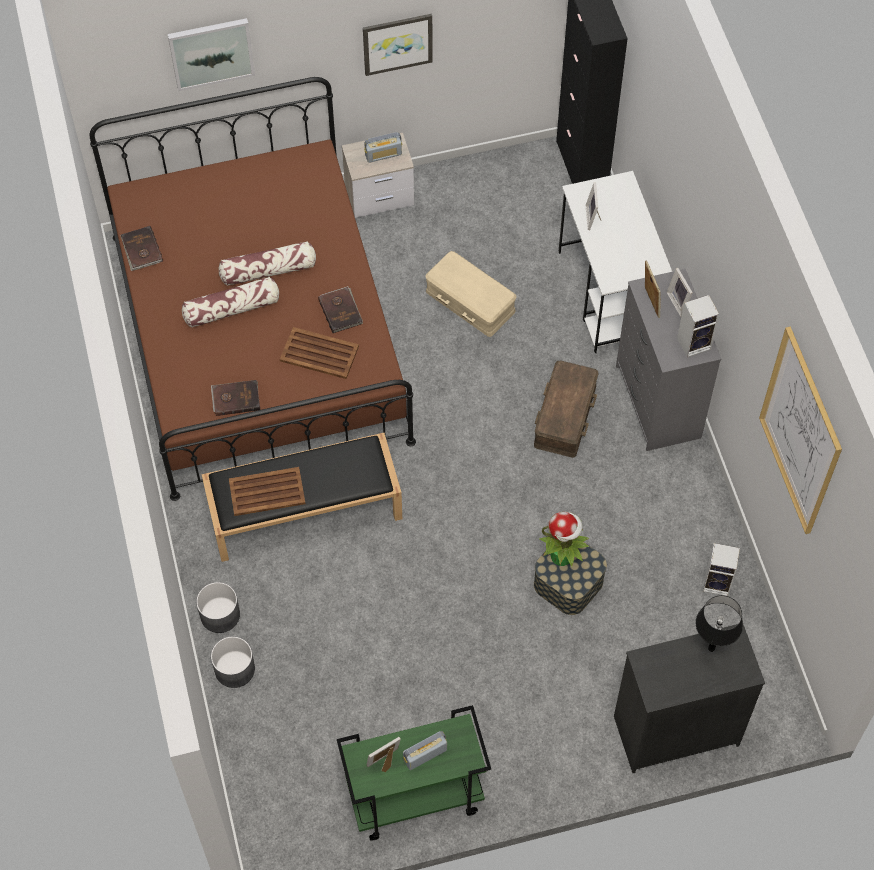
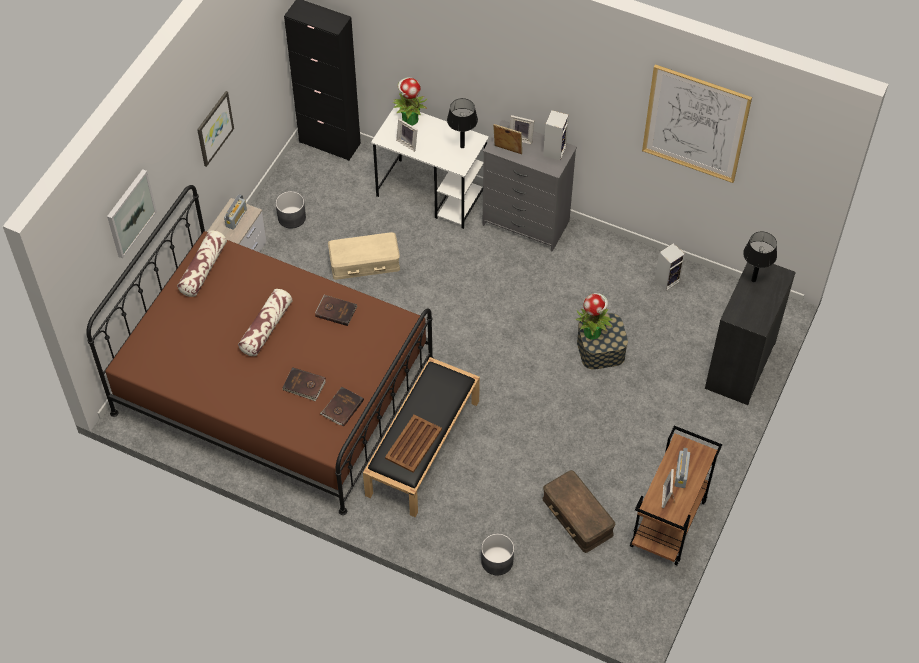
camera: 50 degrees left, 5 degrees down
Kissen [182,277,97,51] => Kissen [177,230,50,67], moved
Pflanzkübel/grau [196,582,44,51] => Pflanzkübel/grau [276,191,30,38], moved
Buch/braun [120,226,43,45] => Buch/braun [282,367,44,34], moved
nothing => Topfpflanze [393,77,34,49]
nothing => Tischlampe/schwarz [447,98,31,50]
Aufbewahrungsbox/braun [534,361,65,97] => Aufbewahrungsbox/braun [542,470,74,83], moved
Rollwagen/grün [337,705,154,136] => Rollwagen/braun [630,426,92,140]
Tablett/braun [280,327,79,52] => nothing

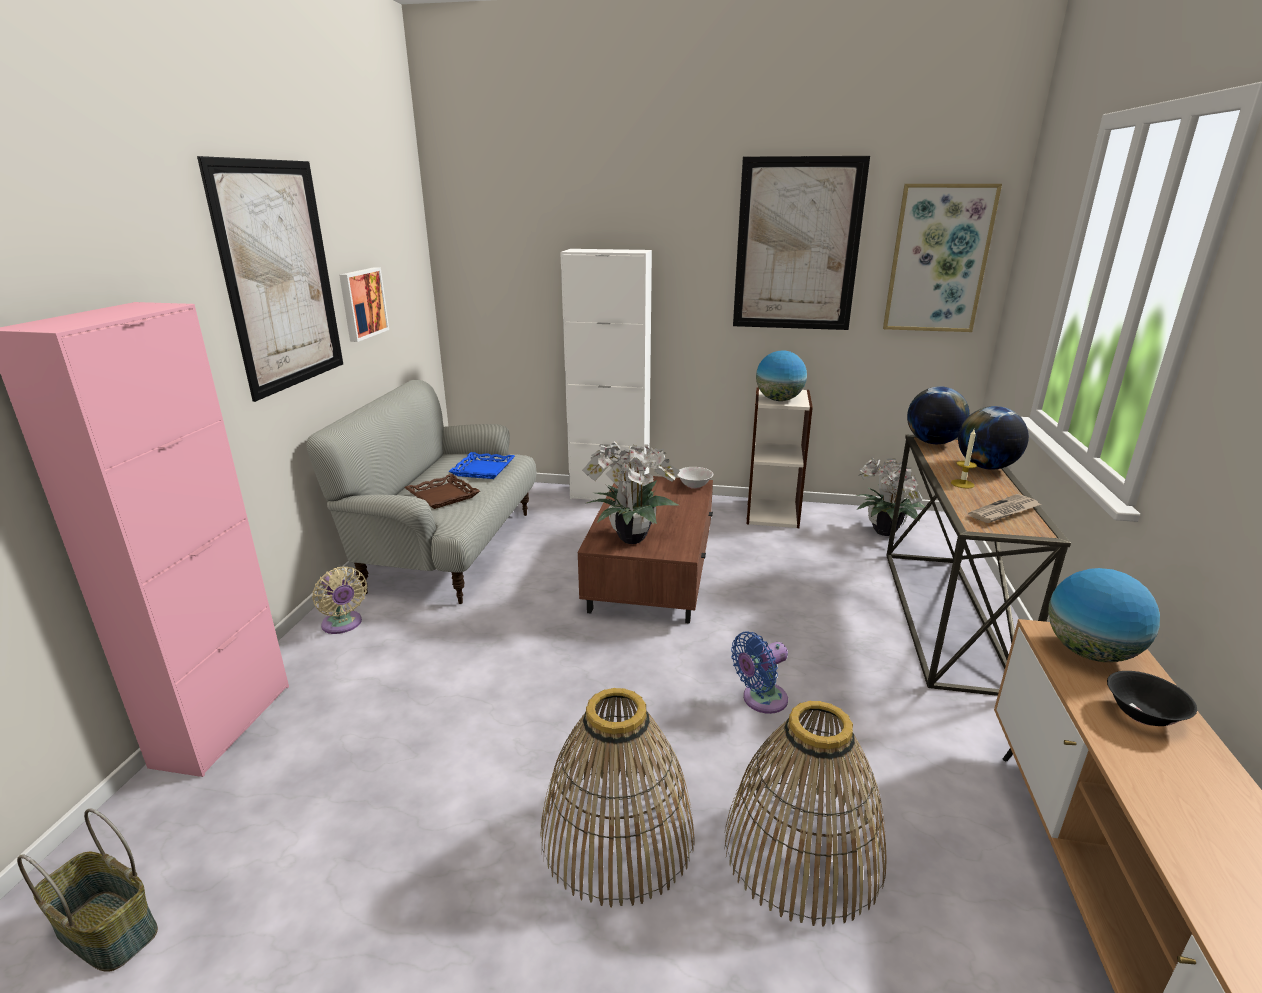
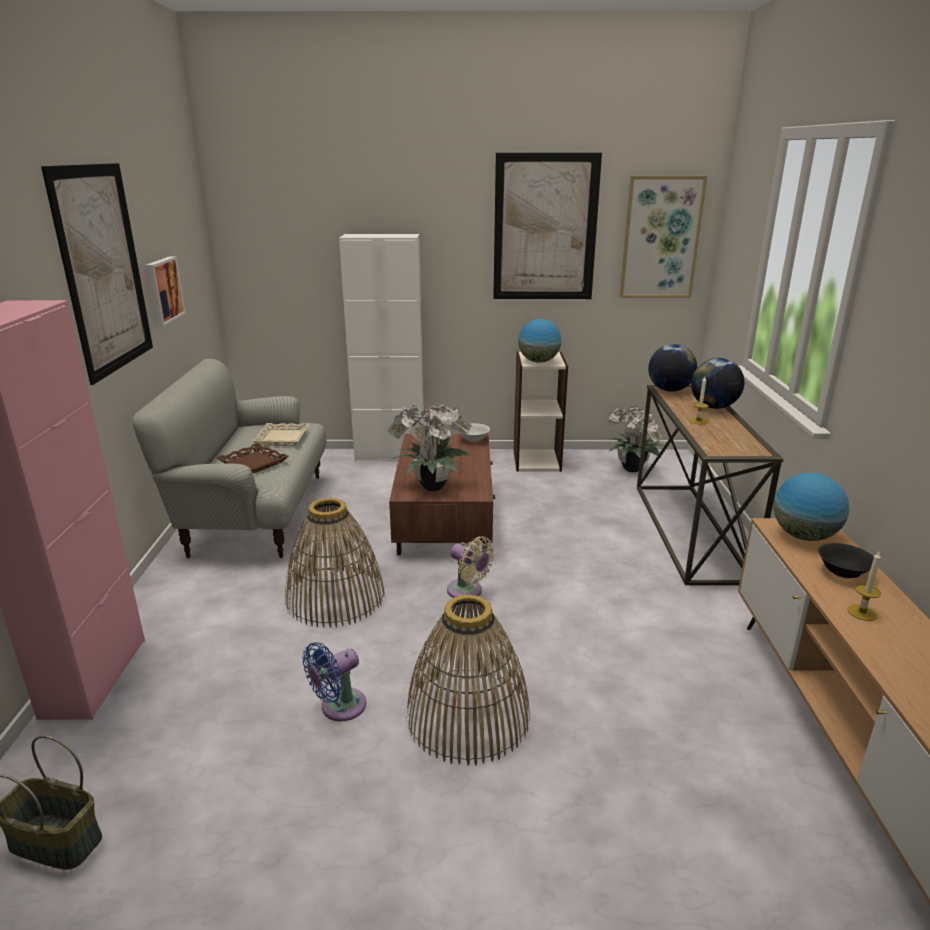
camera: 10 degrees left, 0 degrees up
Tablett/blau [448,452,67,27] => Tablett/beige [253,423,56,23]
Korb [724,701,163,226] => Korb [285,498,100,130], moved
Ventilator/blau [731,632,57,82] => Ventilator/blau [302,642,64,79], moved
Ventilator/beige [312,566,55,68] => Ventilator/beige [447,537,48,61], moved
nothing => Kerze [847,552,34,69]
Zeitung [968,494,74,29] => nothing

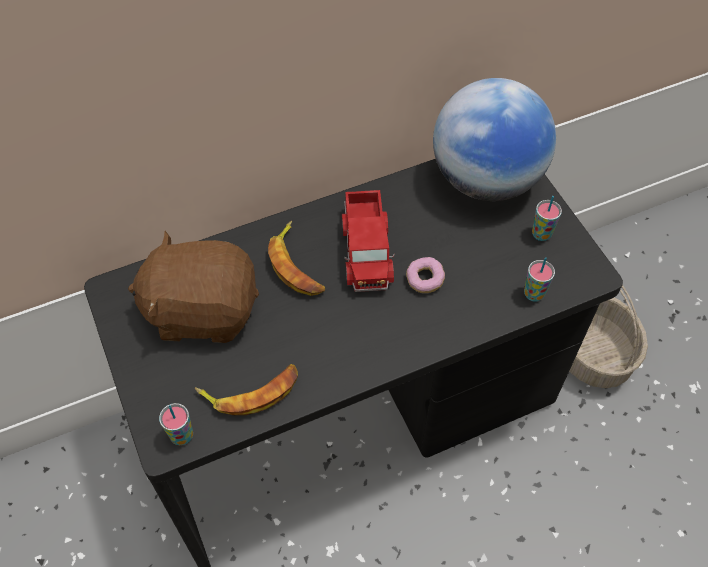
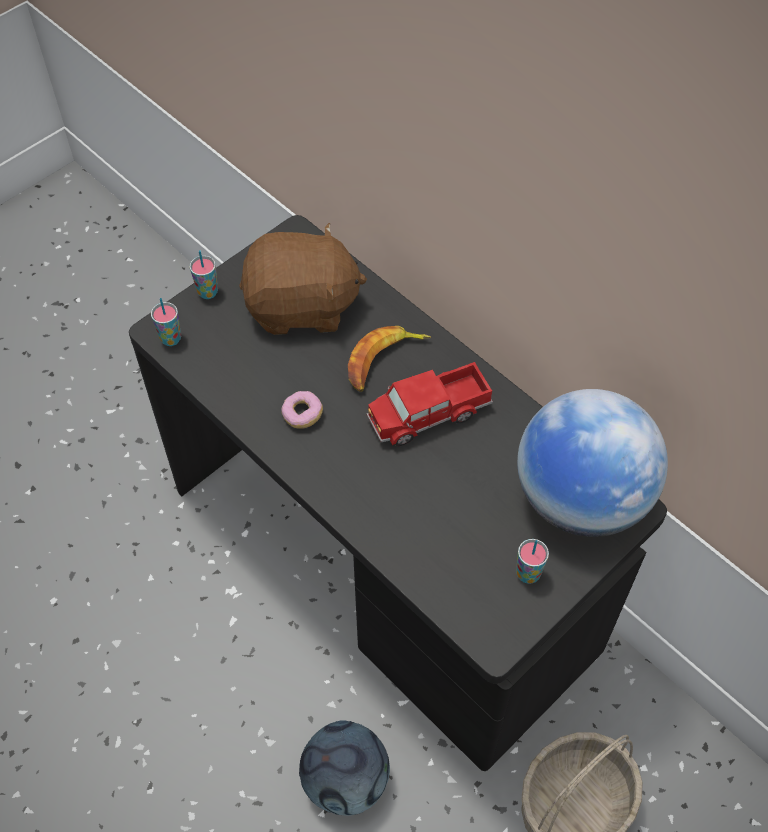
camera: 70 degrees right, 0 degrees up
Tasse [524,257,31,45] => Tasse [190,250,28,49], moved
Plüschtier/braun [128,231,131,112] => Plüschtier/braun [239,223,128,112], 105 degrees clockwise
Donut [406,257,39,36] => Donut [281,391,42,38], moved
nothing => Fußball [299,720,91,96]
Banane [195,364,103,52] => nothing

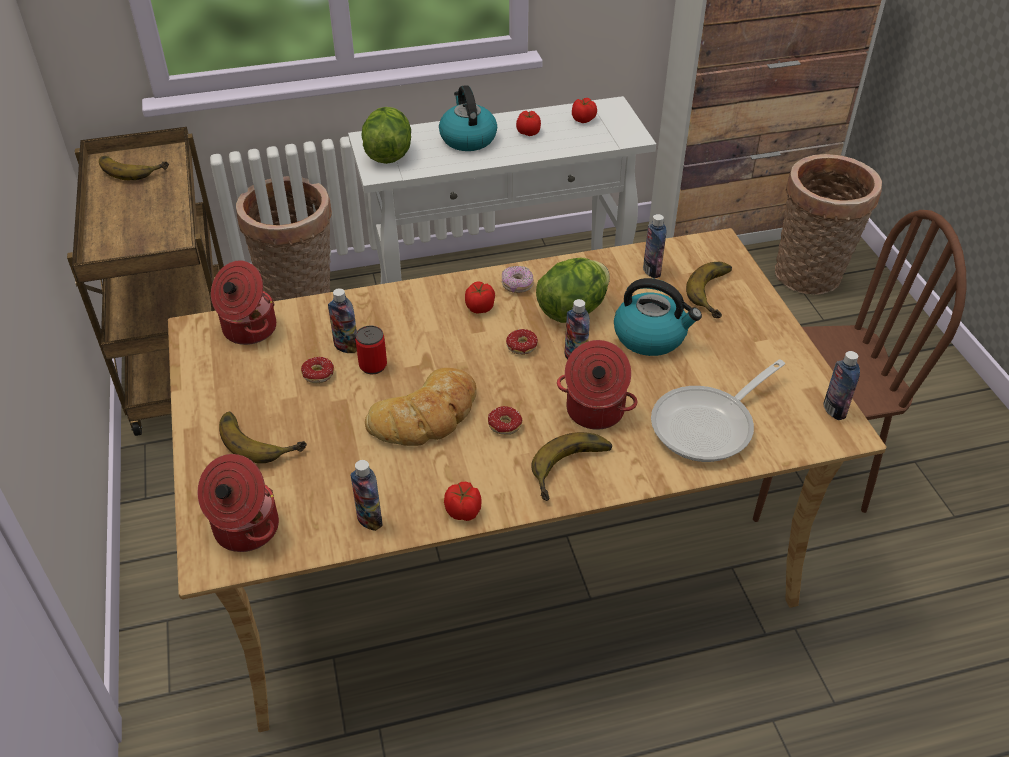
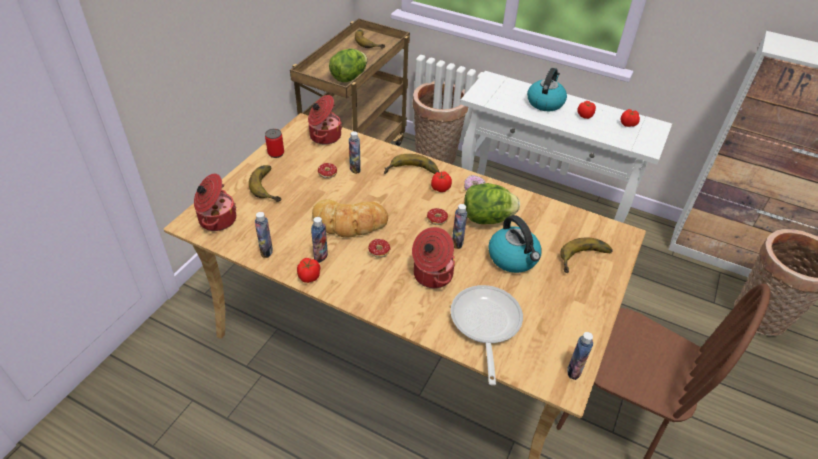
camera: 40 degrees right, 0 degrees up
Dose [355,326,32,48] => Dose [265,129,19,29], moved
Flasche [643,214,24,64] => Flasche [311,217,17,46], moved
Salatkopf [361,107,50,57] => Salatkopf [329,48,38,34], moved
Banane [531,432,81,69] => Banane [384,154,55,20], moved
Pfanne [651,359,134,103] => Pfanne [451,285,72,100], 90 degrees clockwise

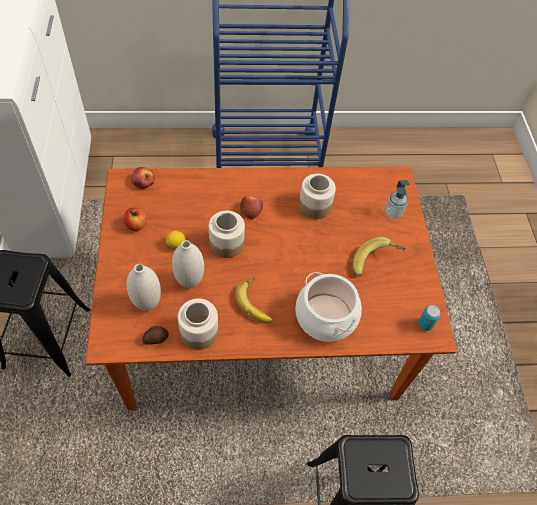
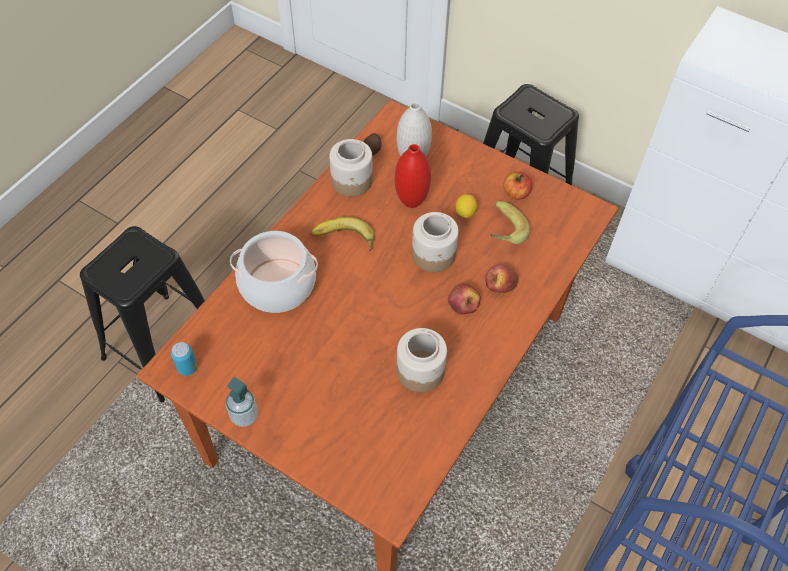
camera: 130 degrees right, 0 degrees up
Seifenspender [385,180,25,39] => Seifenspender [226,377,32,50], moved
Vase/weiß [172,240,32,48] => Vase/rot [395,144,36,64]
Apfel [131,167,24,22] => Apfel [485,265,33,28], moved
Banane [353,237,53,40] => Banane [489,201,41,43], moved

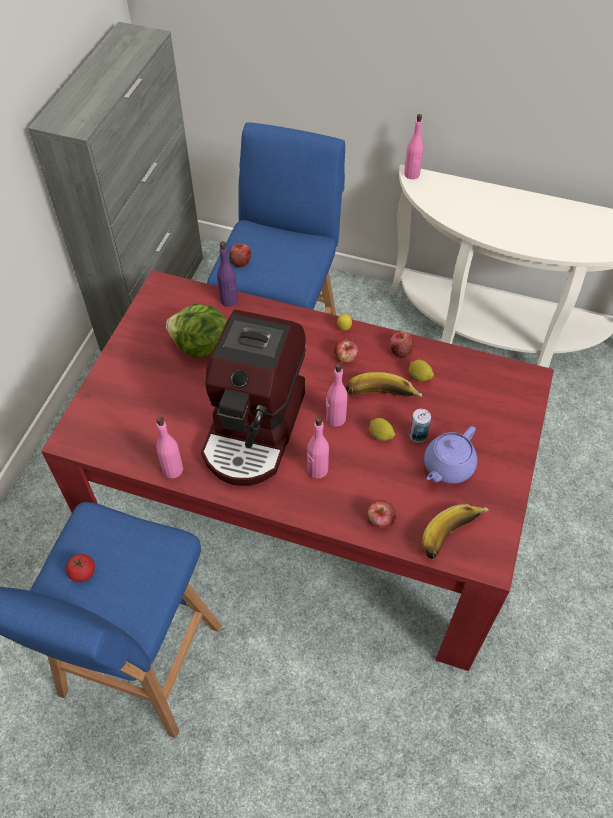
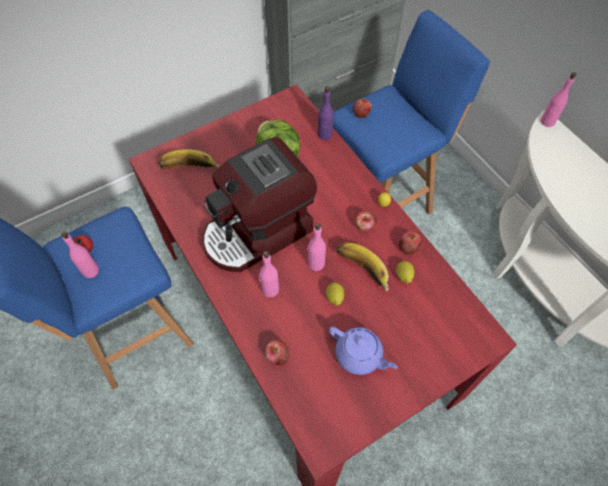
camera: 40 degrees right, 5 degrees up
Flasche/rosa [156,417,27,62] => Flasche/rosa [61,231,38,47], moved
Banane [422,504,67,55] => Banane [159,149,60,20], moved
Teekanne/lila [424,426,53,58] => Teekanne/lila [329,327,69,48], 135 degrees counterclockwise
Dose [409,409,22,34] => nothing

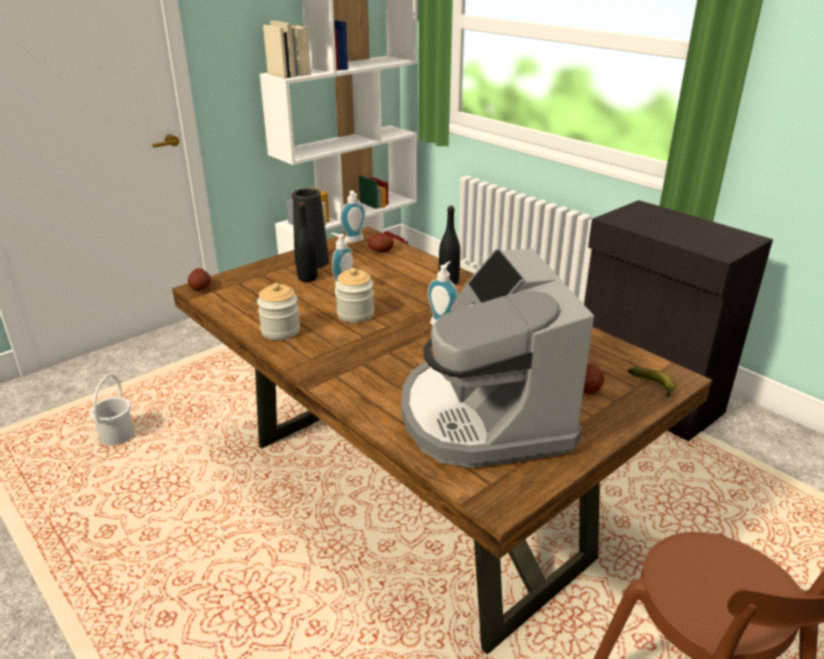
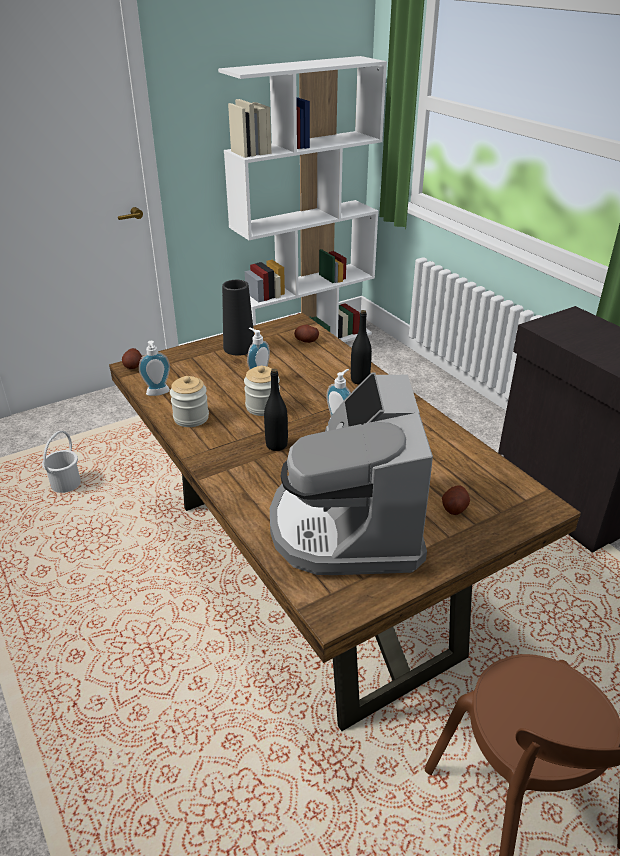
camera: 10 degrees right, 5 degrees up
Seifenspender [340,191,25,52] => Seifenspender [139,341,31,55], moved
Flasche/schwarz [295,202,22,80] => Flasche/schwarz [264,369,24,82], moved
Banane [628,367,48,30] => nothing

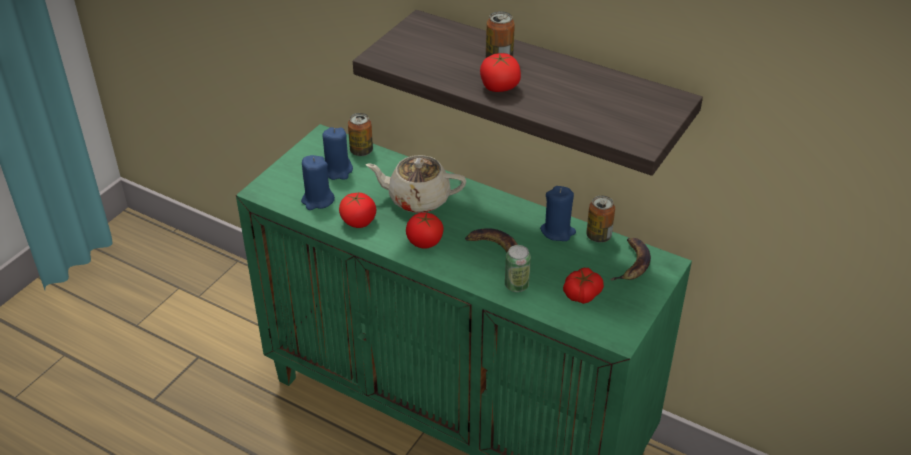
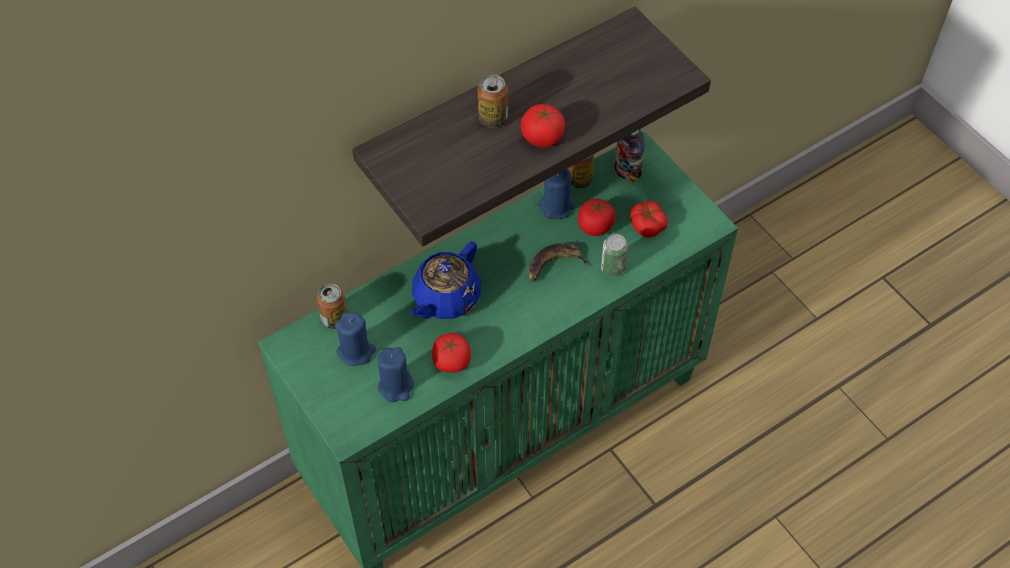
camera: 65 degrees left, 15 degrees up
Teekanne/beige [365,155,101,58] => Teekanne/blau [410,241,71,78]
Tomate [406,212,38,37] => Tomate [578,199,38,37], moved
Banane [610,238,41,43] => Flasche [615,129,30,53]

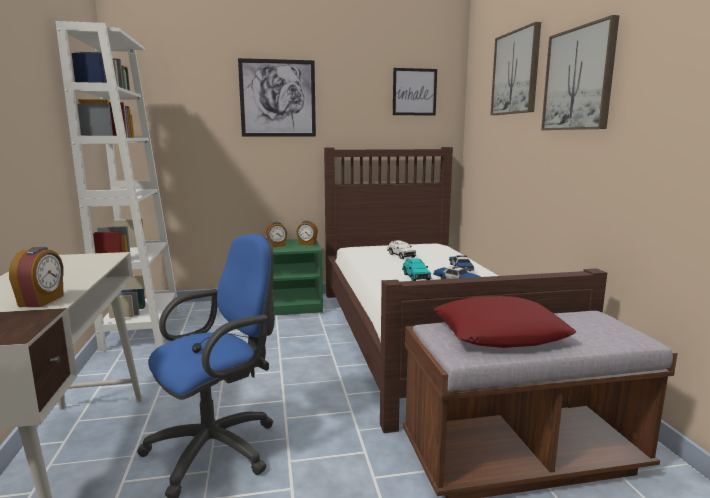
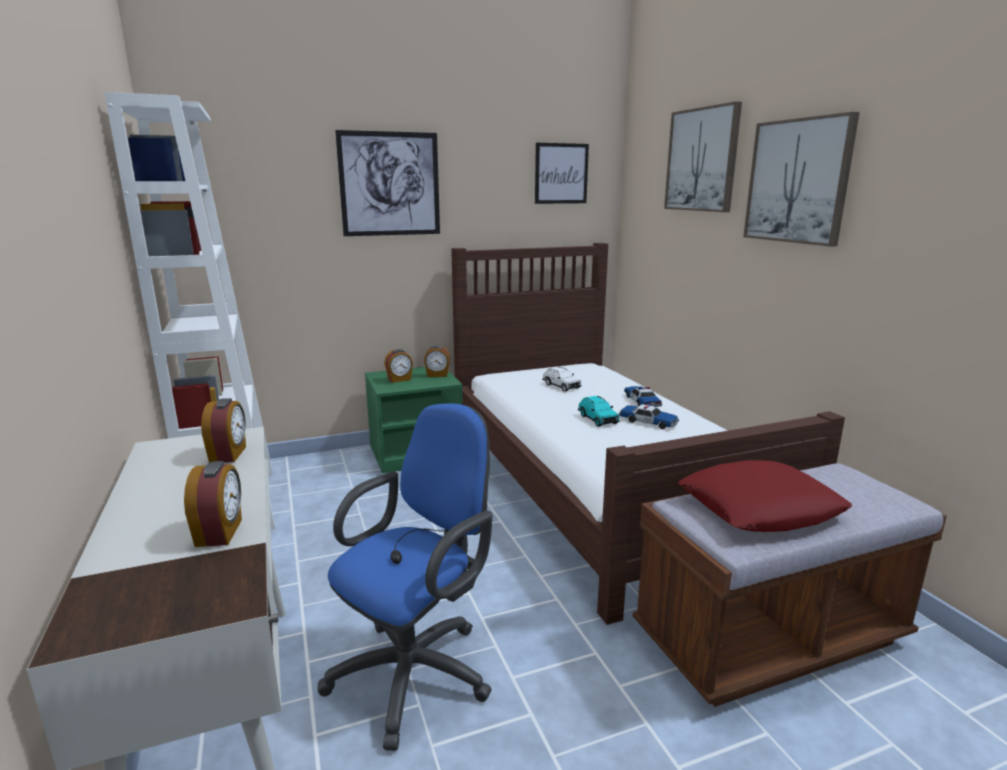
camera: 10 degrees left, 5 degrees up
nothing => Wecker [201,398,45,65]

